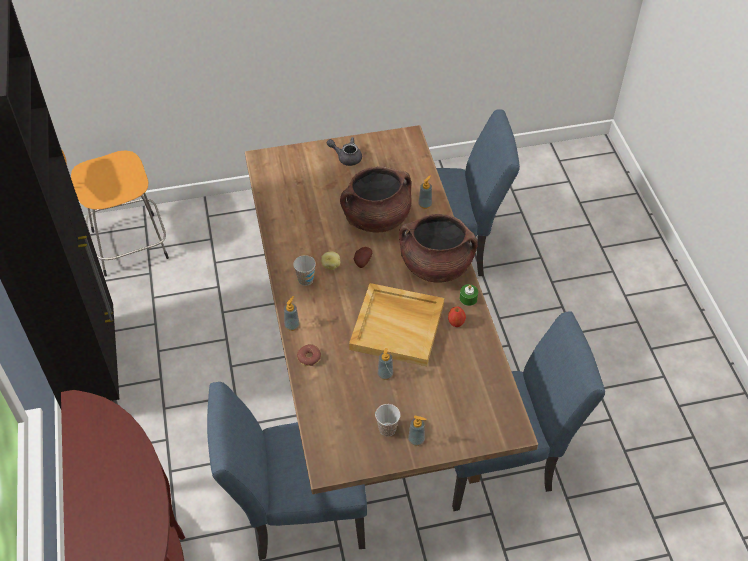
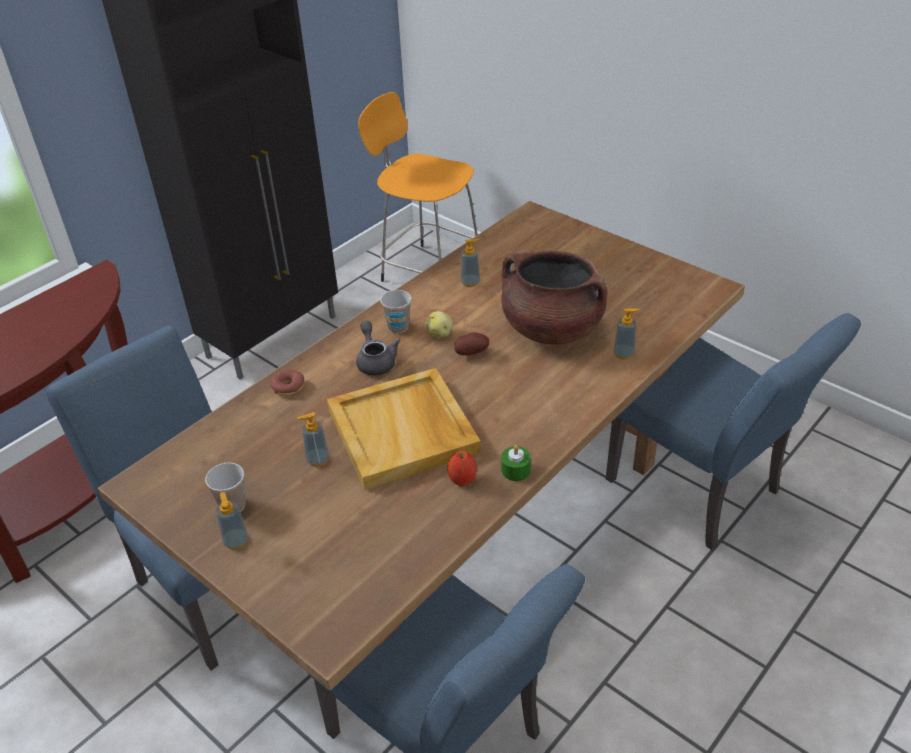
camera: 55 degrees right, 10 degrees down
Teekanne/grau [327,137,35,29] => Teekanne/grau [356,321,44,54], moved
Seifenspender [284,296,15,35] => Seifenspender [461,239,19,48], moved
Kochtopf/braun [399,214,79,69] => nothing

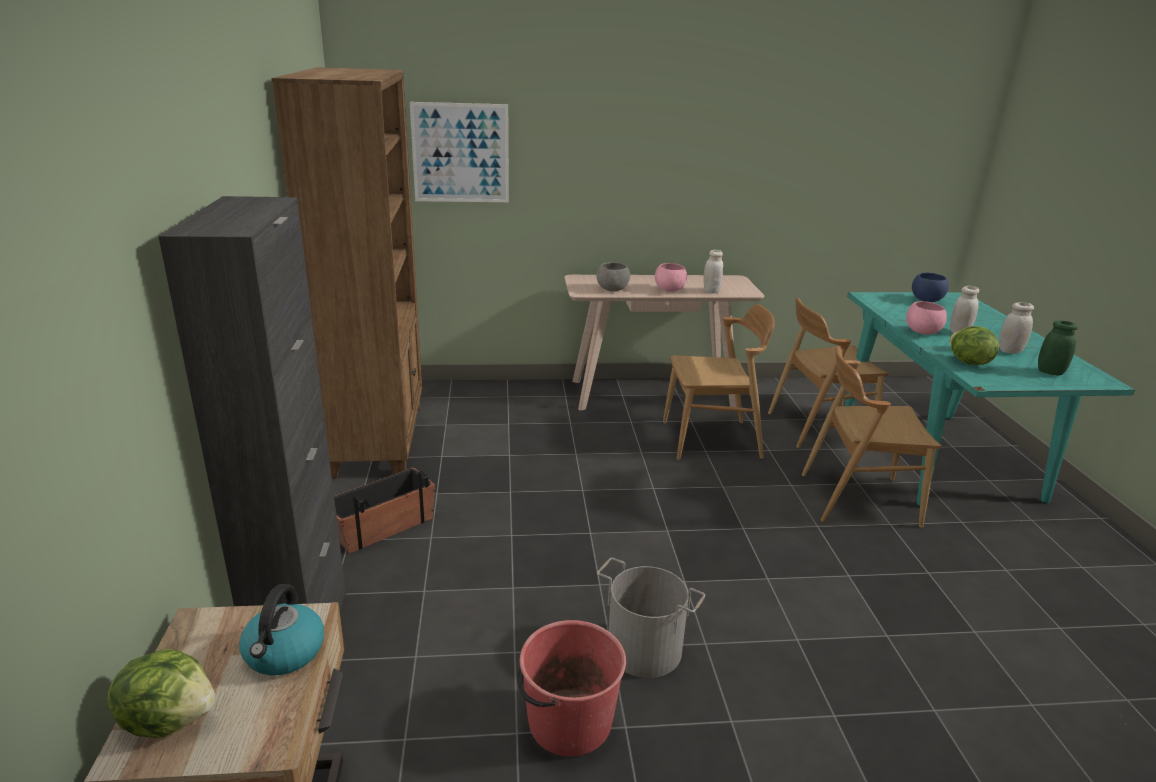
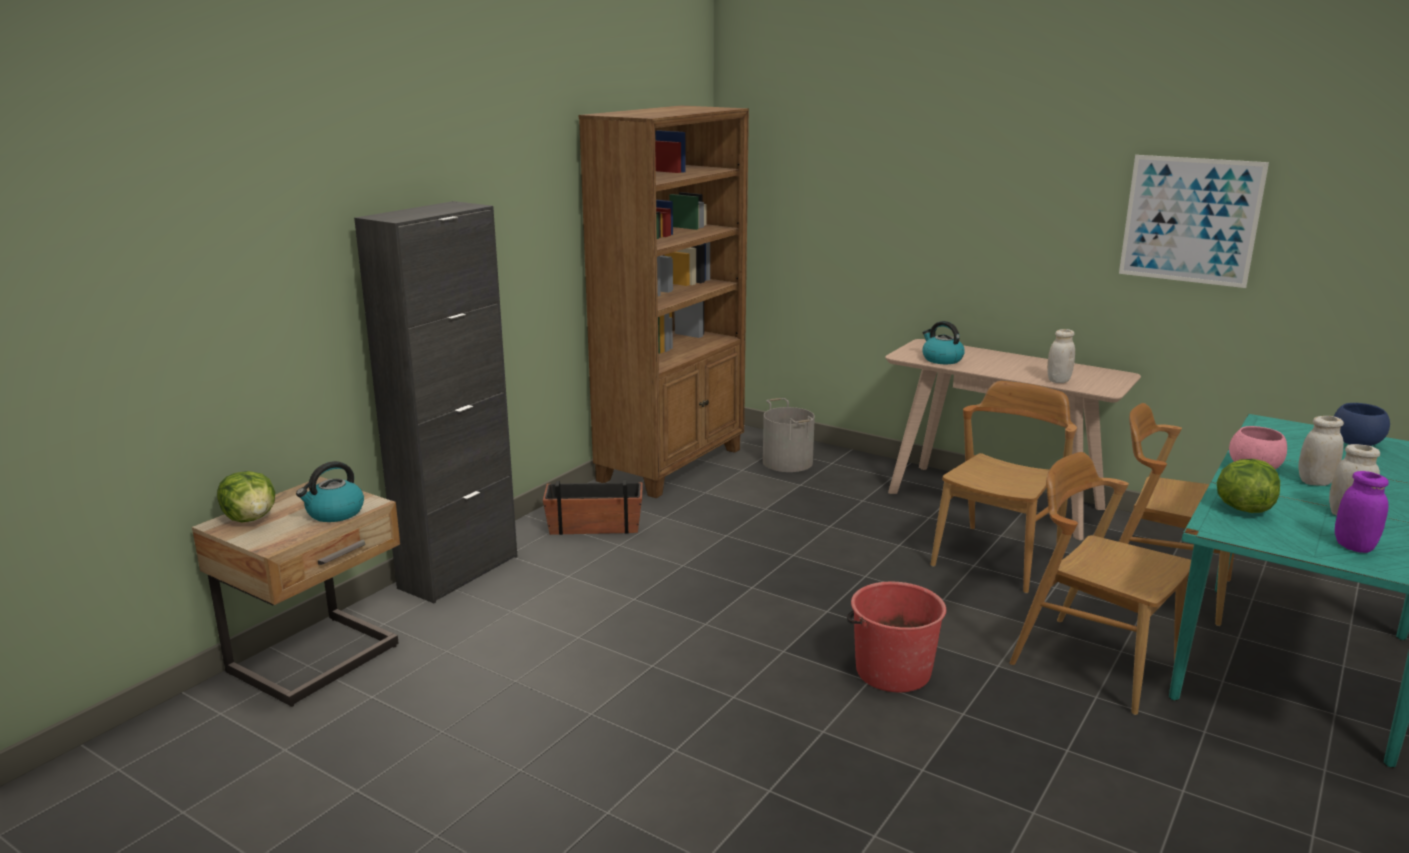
camera: 40 degrees right, 5 degrees down
Eimer/grau [597,558,108,120] => Eimer/grau [763,398,52,74], moved
Eimer/rot [517,620,109,137] => Eimer/rot [847,582,99,110], moved
Schüssel/grau [596,262,34,29] => Wasserkessel [922,321,43,43]
Stuhl/braun [663,304,112,156] => Stuhl/braun [930,381,147,212], 90 degrees counterclockwise
Bild [410,102,99,100] => Bild [1119,155,150,133], moved
Vorratsglas/grün [1038,320,40,55] => Vorratsglas/lila [1335,471,54,82]
Schüssel/rosa [655,263,32,29] => nothing

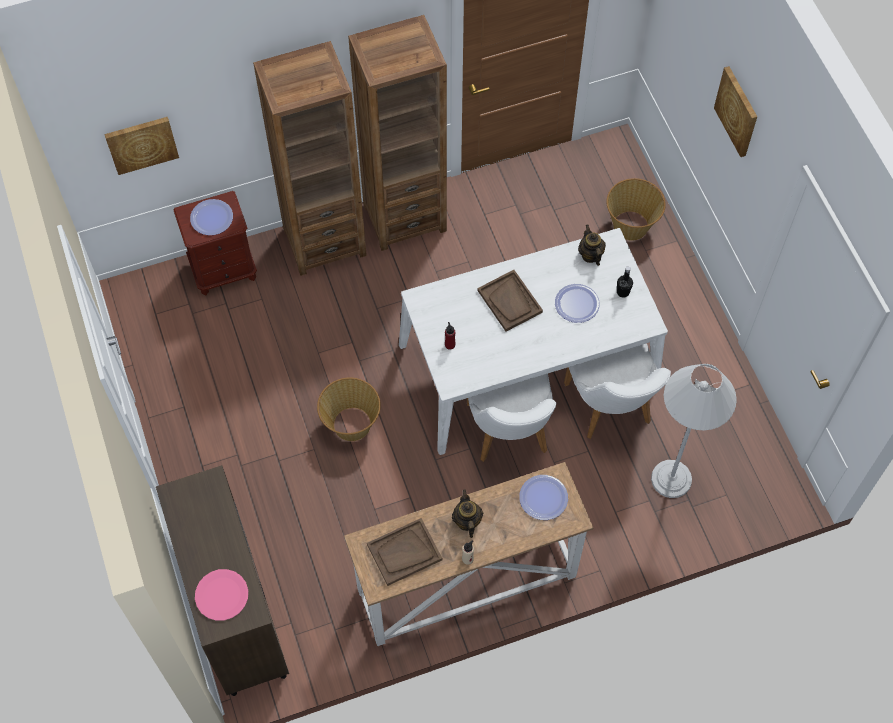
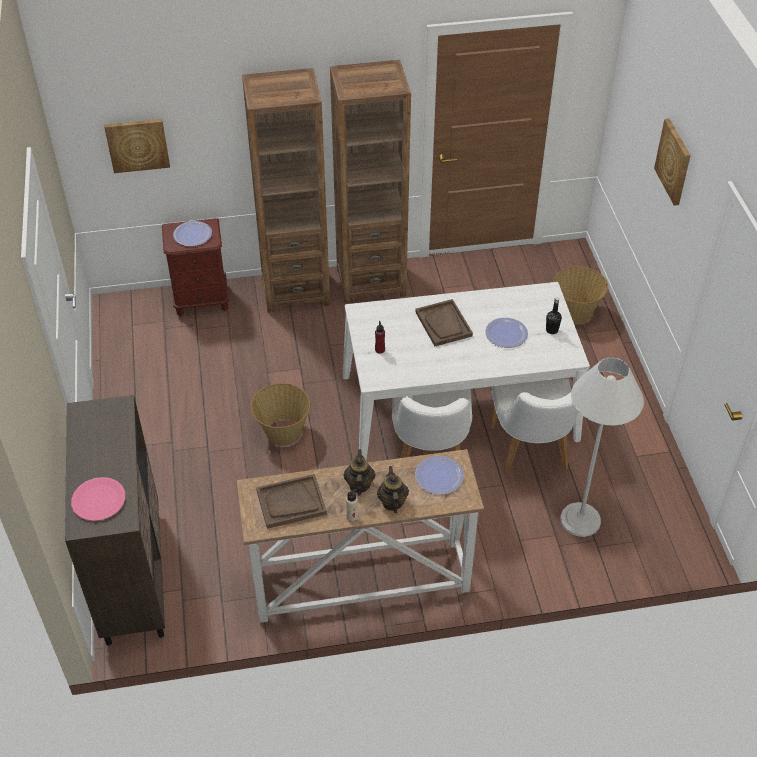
camera: 10 degrees right, 15 degrees down
Teekanne [578,224,28,42] => Teekanne [377,466,32,47], moved

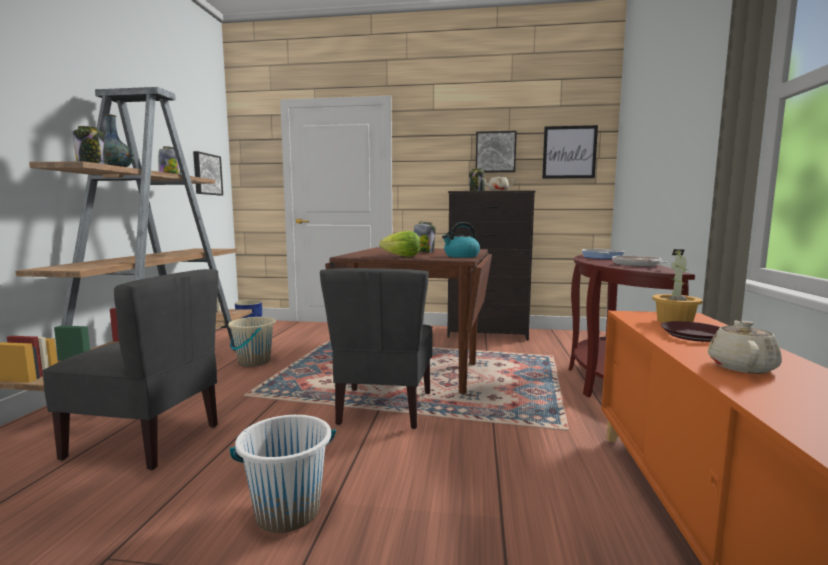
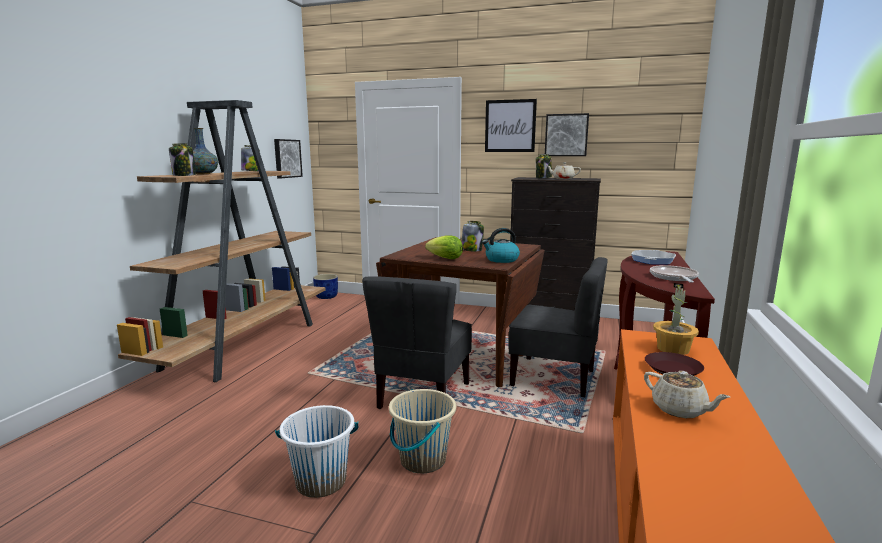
camera: 10 degrees right, 5 degrees up
Eimer/beige [228,317,48,50] => Eimer/beige [389,389,67,84], moved
Bild [542,125,56,54] => Bild [485,99,52,53], moved
Stuhl/grau [42,269,176,201] => Stuhl/grau [508,257,100,140], moved
Teekanne/beige [708,320,74,54] => Teekanne/beige [644,371,86,47], 105 degrees clockwise

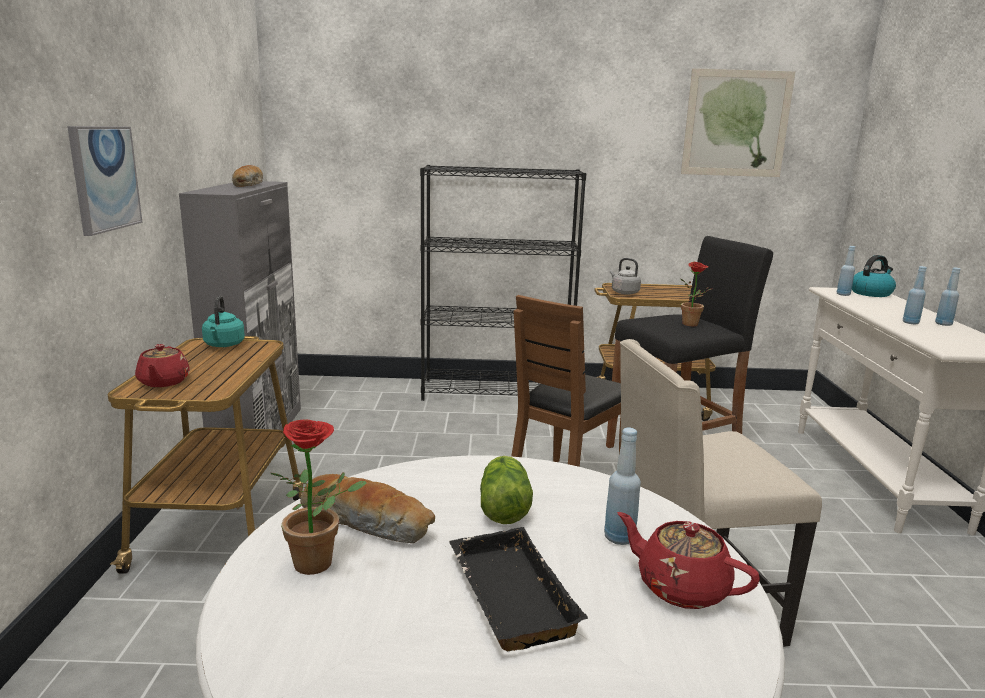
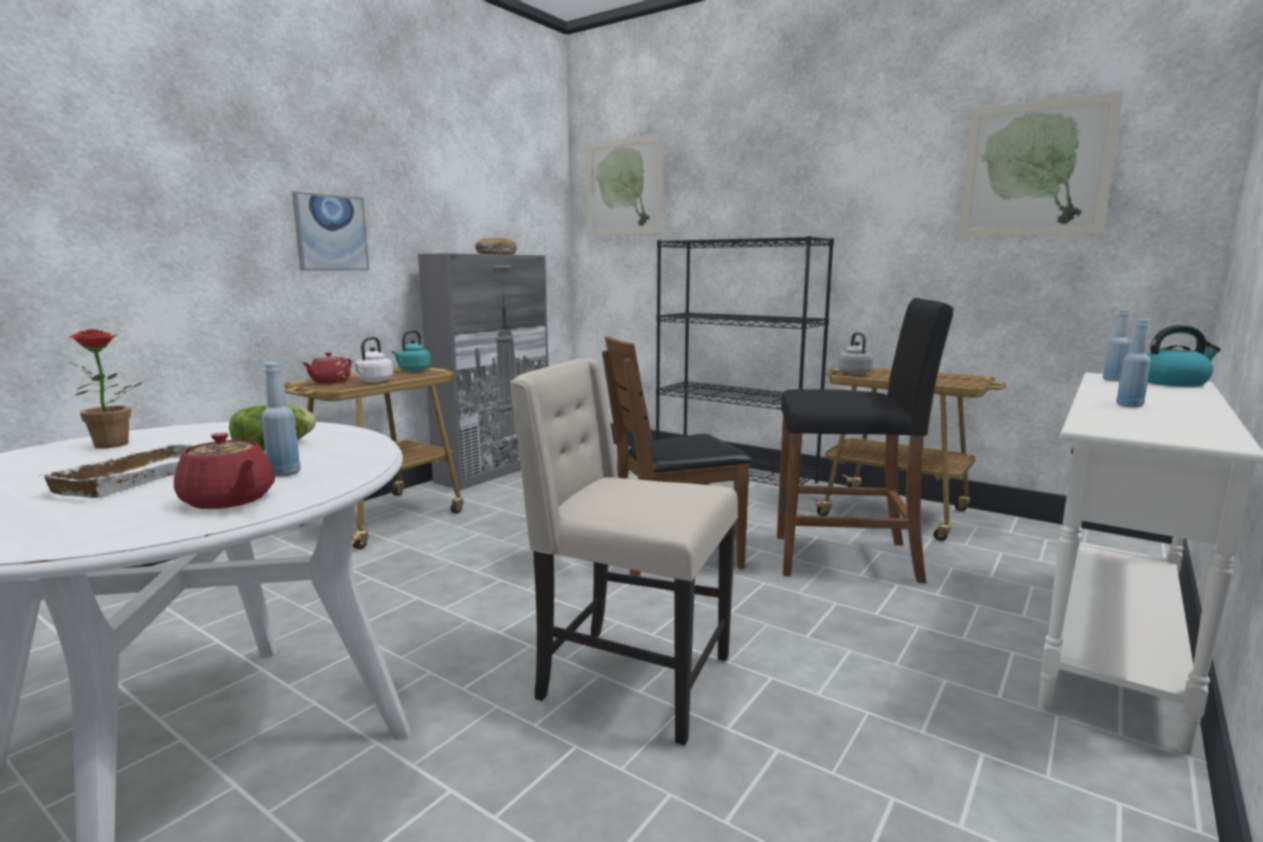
camera: 35 degrees right, 5 degrees down
Tablett/schwarz [449,527,139,124] => Tablett/weiß [33,443,163,55]
Teekanne/rot [617,512,143,97] => Teekanne/rot [174,432,101,77], 150 degrees clockwise
nothing => Wasserkessel/weiß [351,337,42,45]
nothing => Bild [587,134,76,102]
Brot [300,474,135,69] => nothing
Topfpflanze [681,262,30,64] => nothing
Flasche/blau [935,268,26,58] => nothing

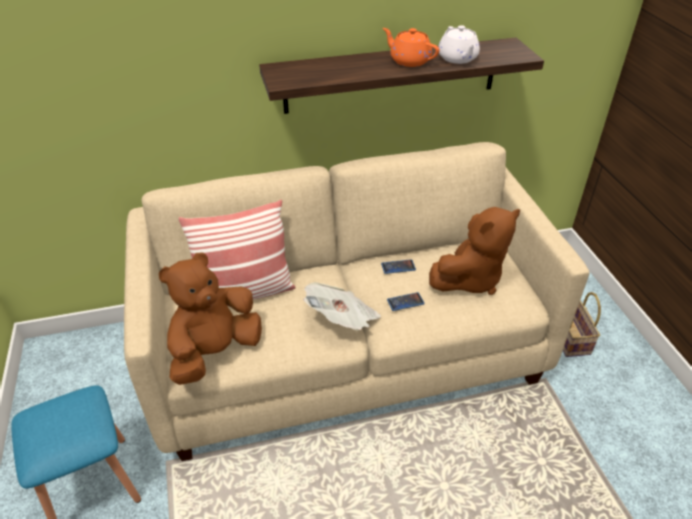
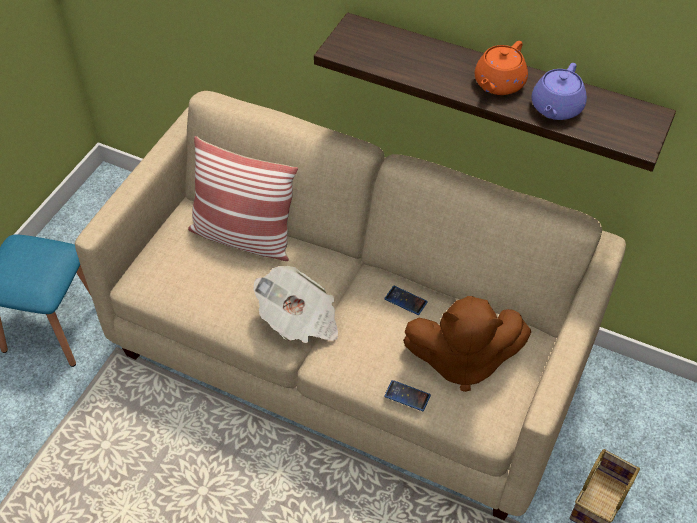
camera: 40 degrees right, 10 degrees up
Handy [387,292,38,19] => Handy [384,380,47,31], moved
Teekanne/orange [383,28,56,39] => Teekanne/orange [475,41,53,54], 135 degrees counterclockwise
Teekanne/weiß [438,25,42,39] => Teekanne/lila [532,63,55,57]
Plüschtier/braun [159,252,103,133] => nothing

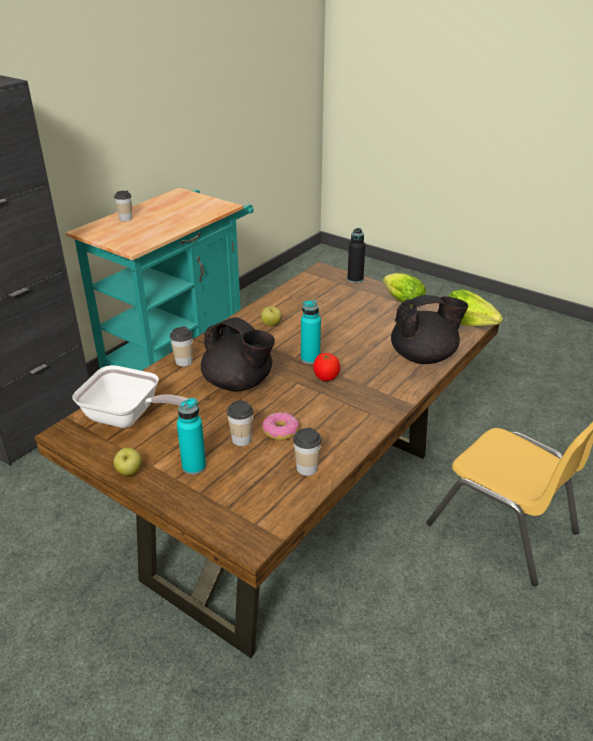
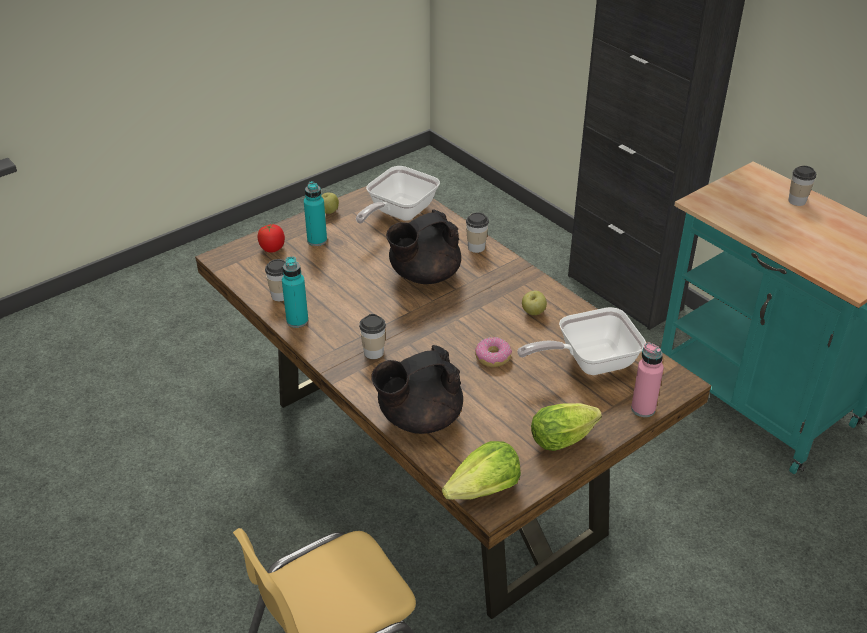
camera: 105 degrees right, 5 degrees up
Tomate [313,353,27,28] => Tomate [258,224,27,28], moved
Flasche/türkis [301,300,20,64] => Flasche/türkis [282,256,26,72], moved
Tasse [227,400,27,46] => Tasse [359,314,27,45], moved
Teekanne/schwarz [391,295,77,69] => Teekanne/schwarz [371,345,92,89], 60 degrees clockwise
Donut [262,412,37,28] => Donut [475,337,37,30], moved
nothing => Pfanne [517,307,129,68]
Flasche/schwarz [347,228,18,55] => Flasche/rosa [631,343,33,74]

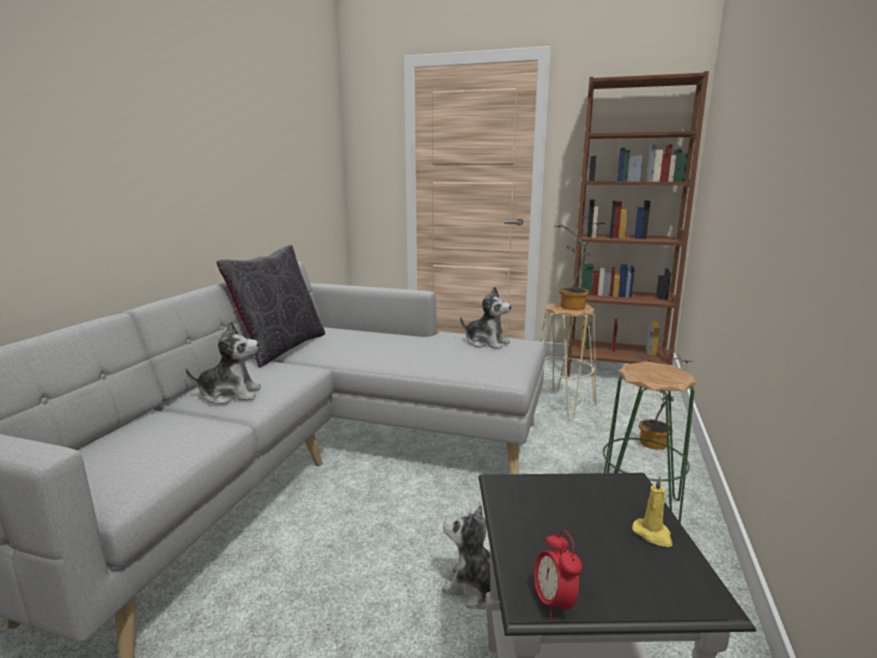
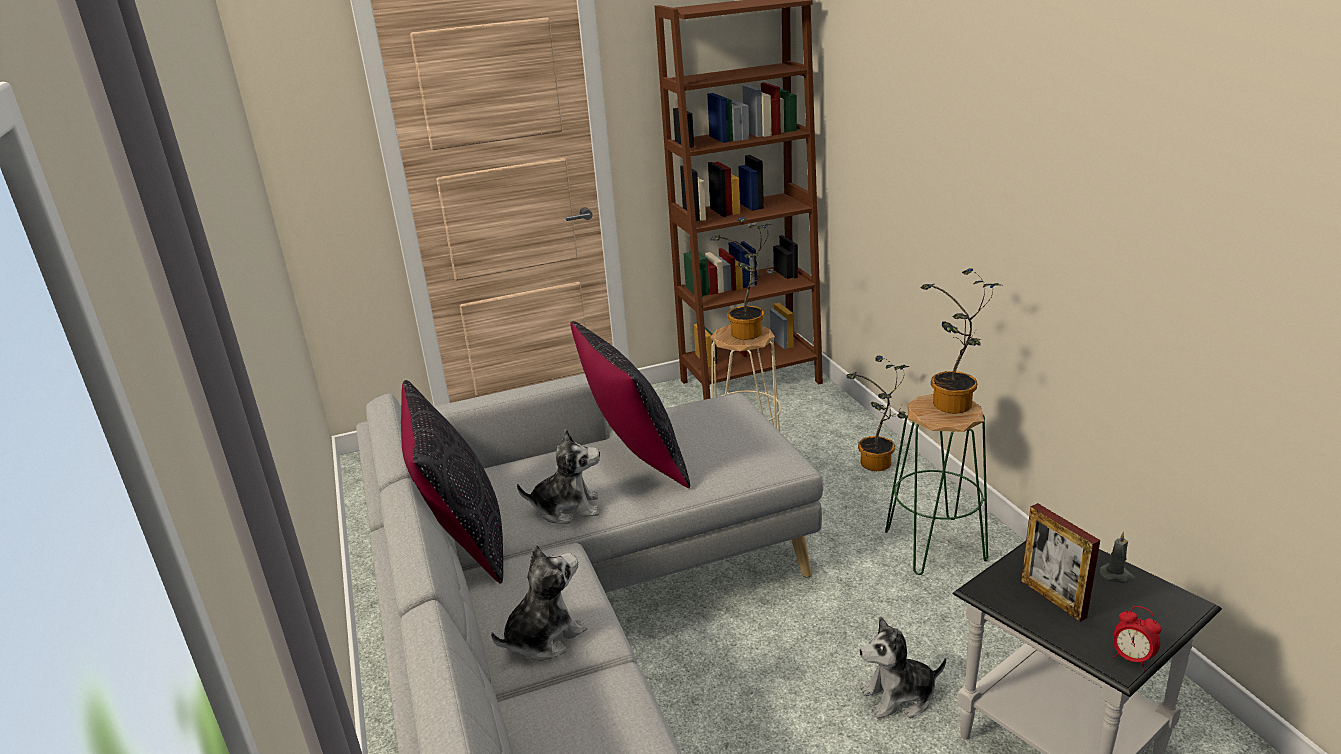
camera: 35 degrees left, 10 degrees up
Plüschtier [460,287,51,62] => Plüschtier [517,429,83,95], moved
nothing => Kissen/schwarz [570,321,120,167]
nothing => Topfpflanze [921,268,79,145]
nothing => Bilderrahmen [1021,503,79,119]
Kerze/gelb [632,476,41,71] => Kerze/grau [1099,531,36,52]

